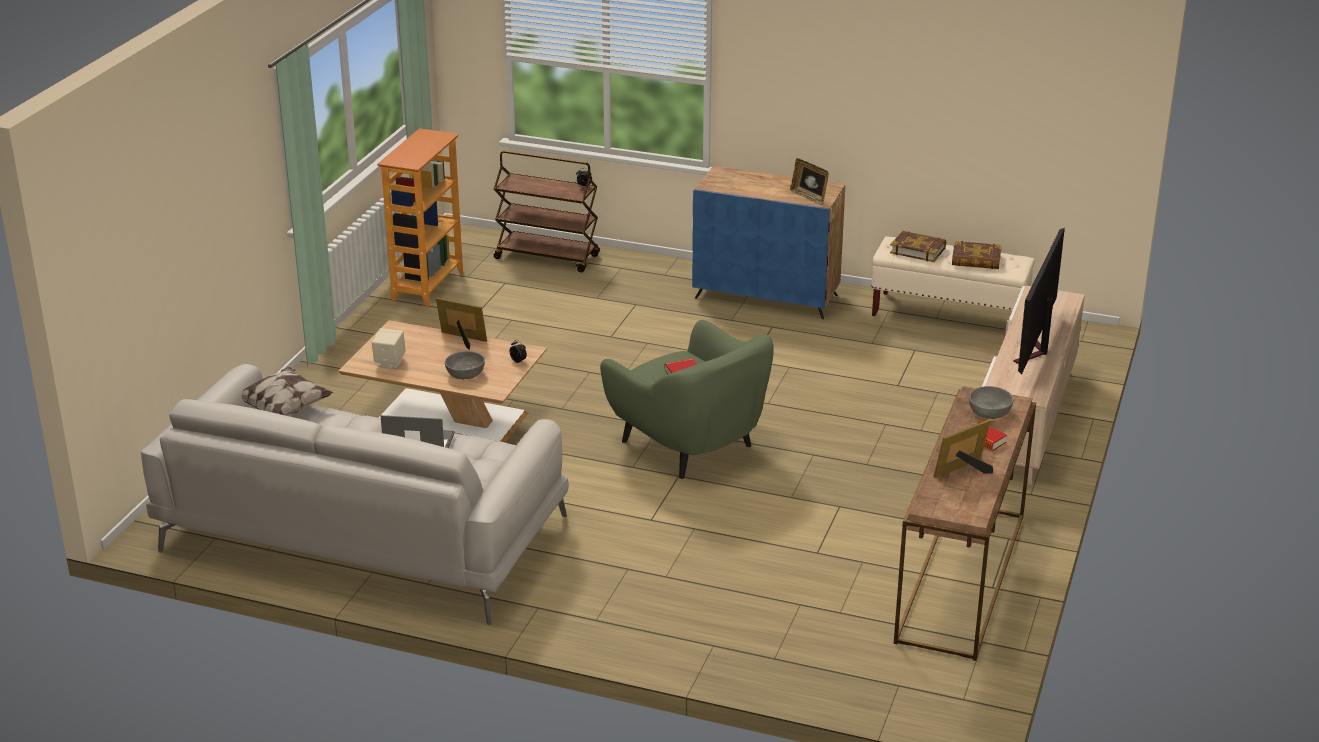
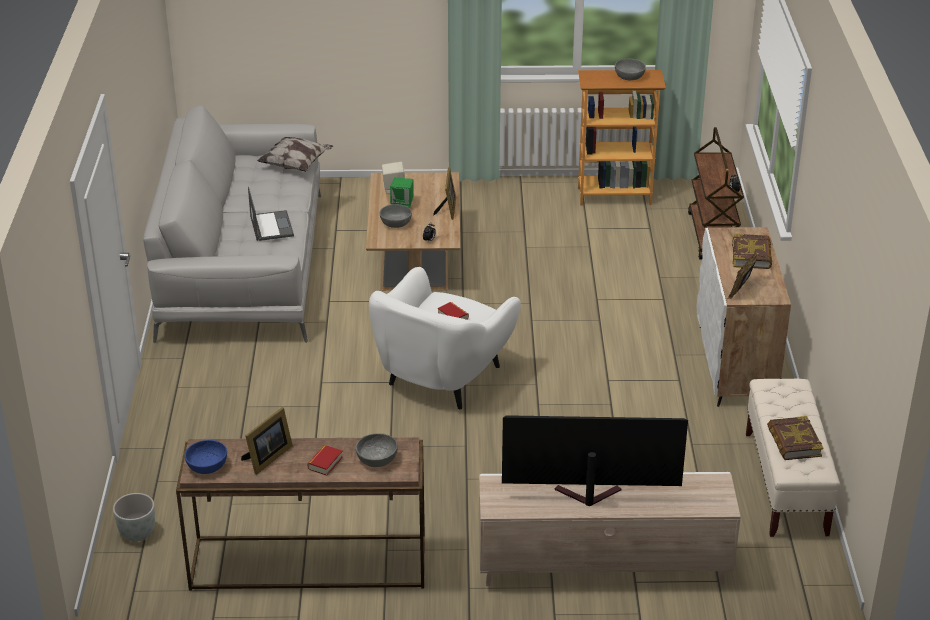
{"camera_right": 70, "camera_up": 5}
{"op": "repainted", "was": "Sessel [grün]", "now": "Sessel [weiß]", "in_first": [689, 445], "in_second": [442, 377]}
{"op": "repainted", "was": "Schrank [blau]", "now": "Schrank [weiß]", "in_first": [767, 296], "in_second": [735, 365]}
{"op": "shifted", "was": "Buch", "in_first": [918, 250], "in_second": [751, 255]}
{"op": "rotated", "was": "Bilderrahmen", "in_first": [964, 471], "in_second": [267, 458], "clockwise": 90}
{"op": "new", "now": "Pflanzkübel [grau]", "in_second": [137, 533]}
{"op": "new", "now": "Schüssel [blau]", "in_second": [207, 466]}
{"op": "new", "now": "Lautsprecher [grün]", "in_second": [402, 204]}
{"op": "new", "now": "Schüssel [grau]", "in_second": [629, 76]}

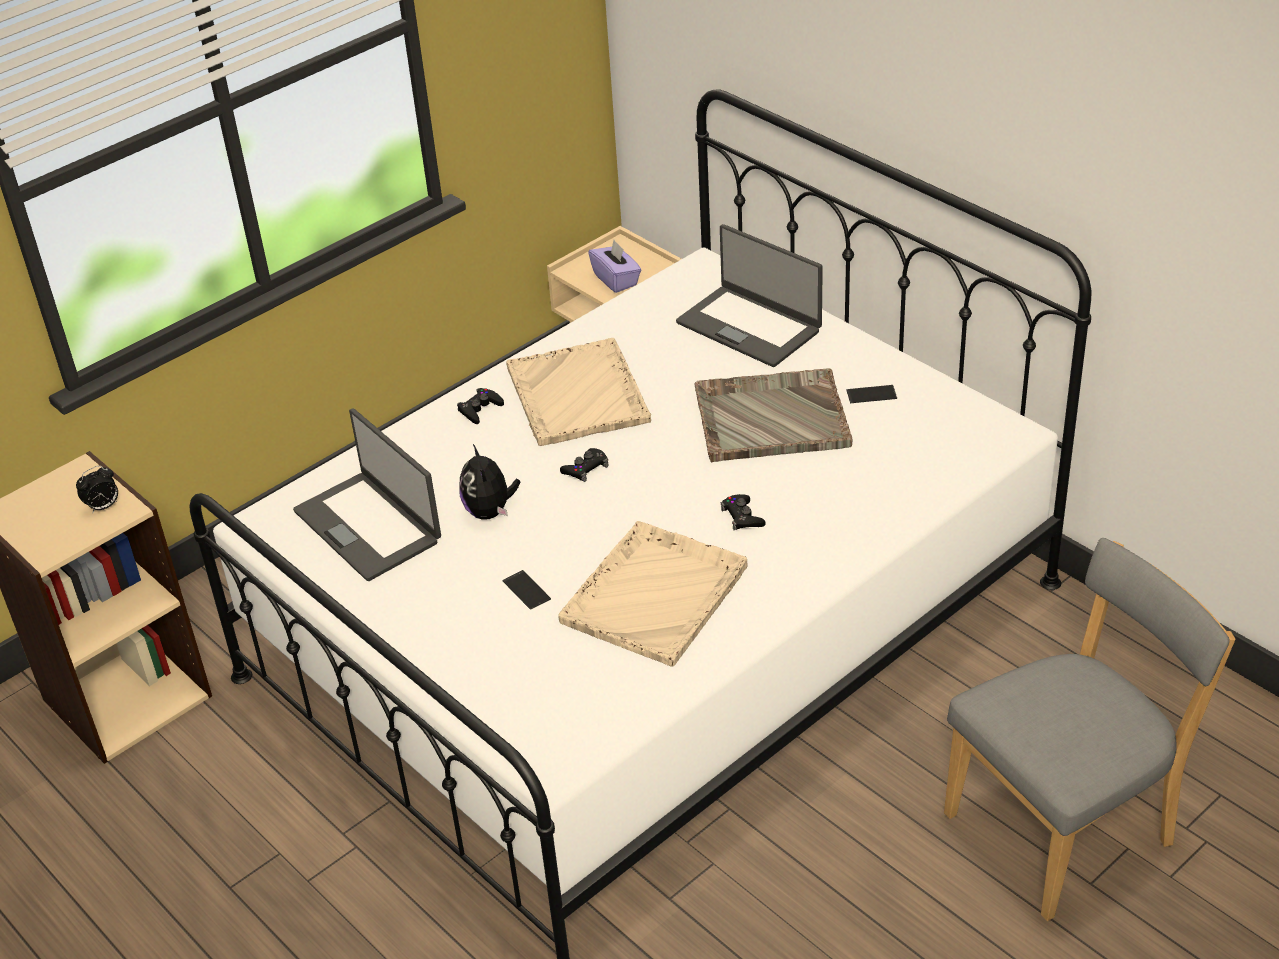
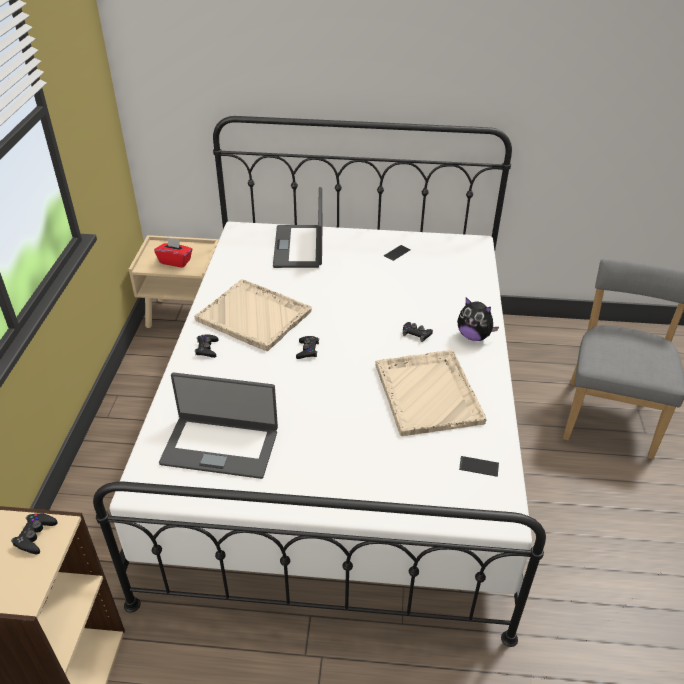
{"camera_right": -45, "camera_up": 0}
{"op": "swapped", "was": "Wecker", "now": "Gamepad [schwarz]", "in_first": [103, 507], "in_second": [35, 536]}
{"op": "shifted", "was": "Plüschtier", "in_first": [490, 511], "in_second": [474, 336]}
{"op": "shifted", "was": "Handy", "in_first": [526, 590], "in_second": [479, 466]}
{"op": "repainted", "was": "Taschentuchbox [lila]", "now": "Taschentuchbox [rot]", "in_first": [616, 280], "in_second": [175, 261]}
{"op": "rotated", "was": "Laptop", "in_first": [749, 326], "in_second": [300, 247], "clockwise": 90}
{"op": "gone", "was": "Tablett [grau]", "in_first": [770, 418]}

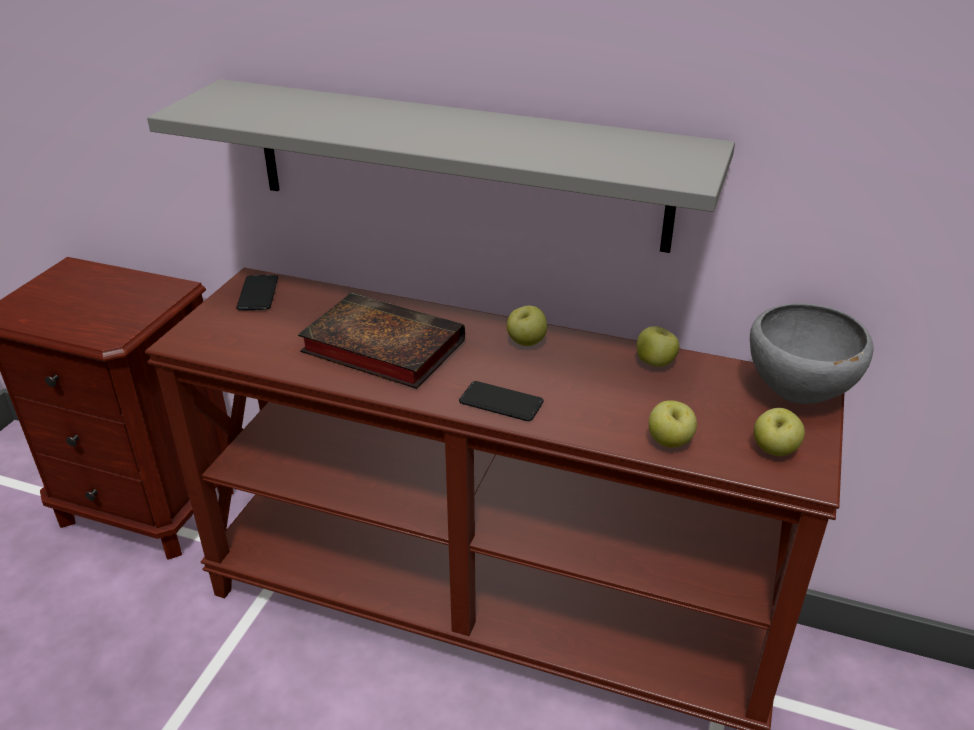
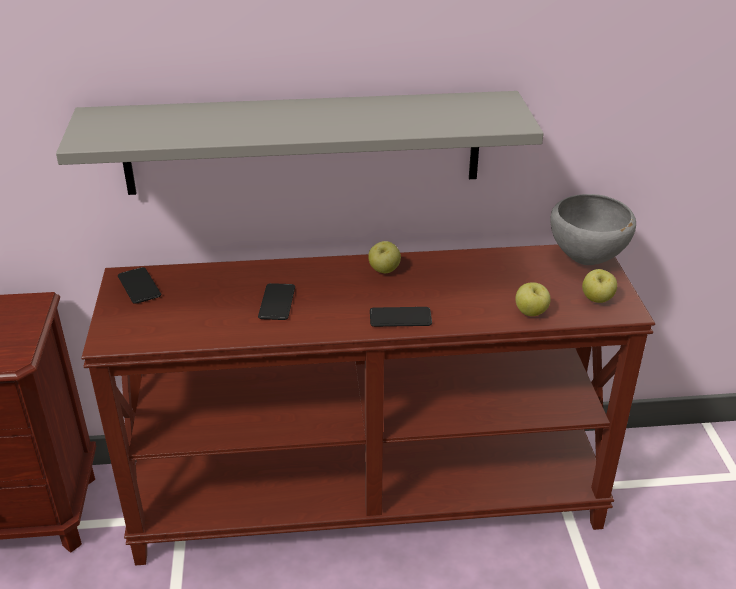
{"camera_right": -25, "camera_up": 0}
{"op": "swapped", "was": "Buch", "now": "Handy", "in_first": [379, 347], "in_second": [277, 302]}
{"op": "gone", "was": "Apfel", "in_first": [655, 363]}

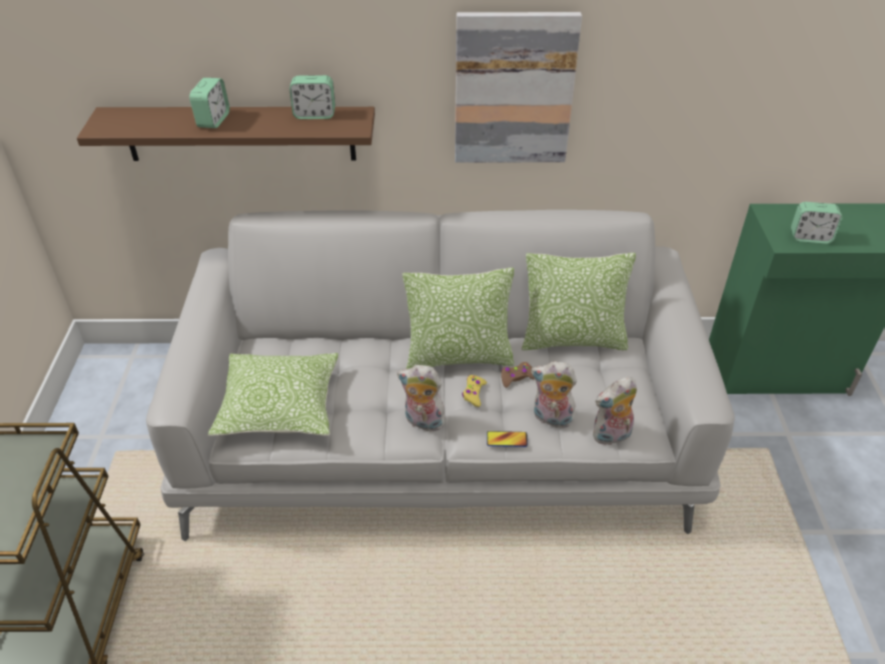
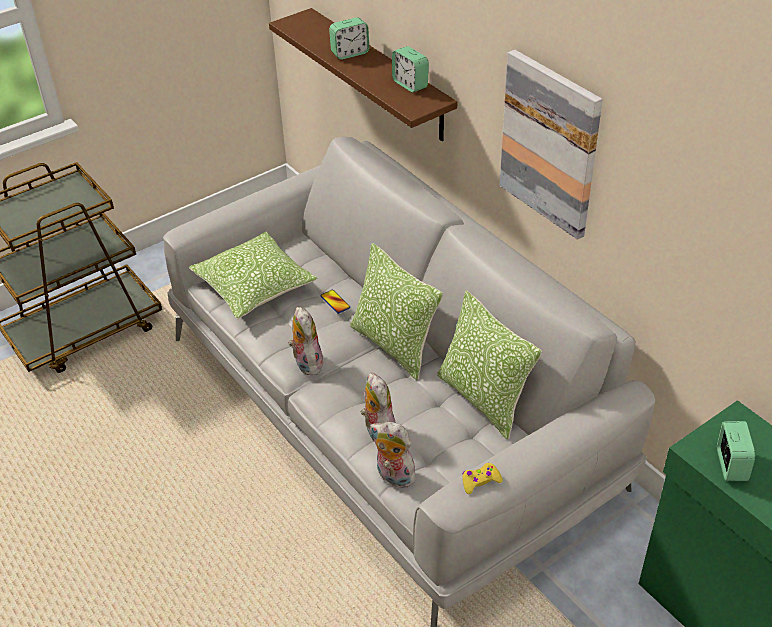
{"camera_right": 55, "camera_up": 0}
{"op": "shifted", "was": "Gamepad [gelb]", "in_first": [473, 393], "in_second": [480, 481]}
{"op": "shifted", "was": "Handy", "in_first": [506, 439], "in_second": [335, 302]}
{"op": "gone", "was": "Gamepad [braun]", "in_first": [516, 377]}
{"op": "rotated", "was": "Wecker", "in_first": [810, 237], "in_second": [730, 465], "clockwise": -150}

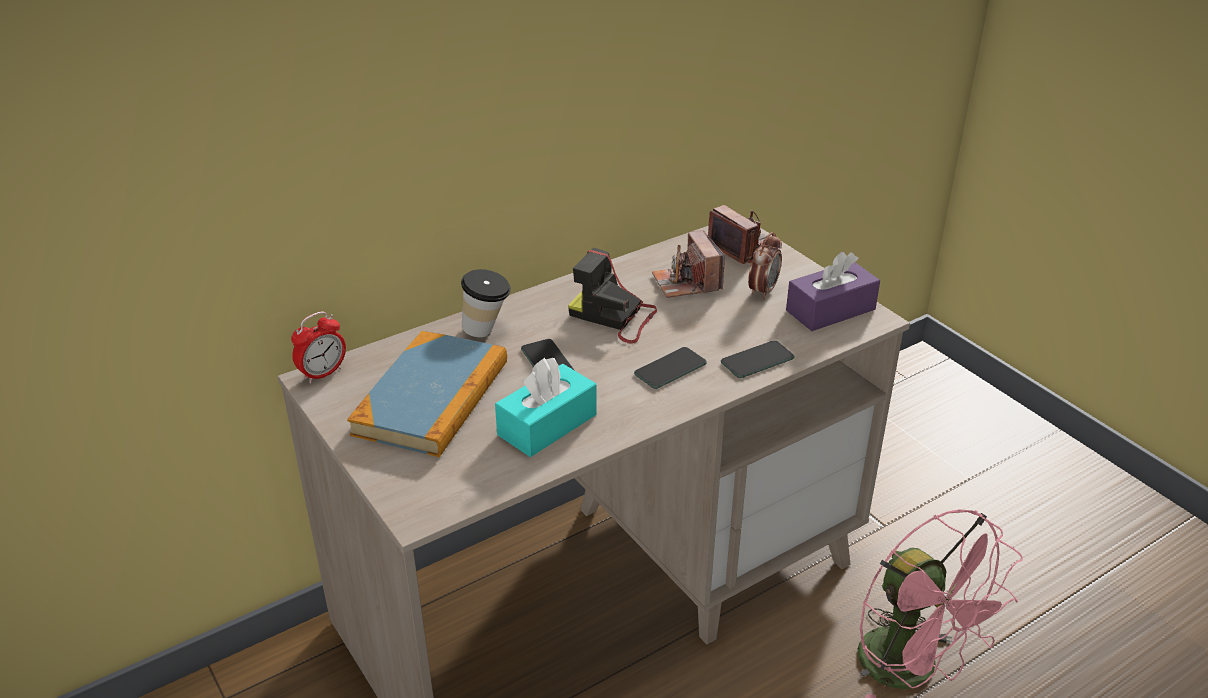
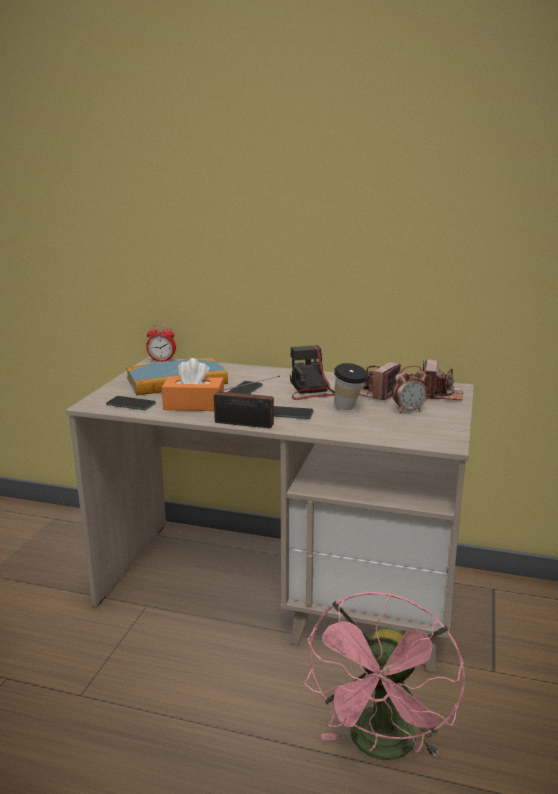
{"camera_right": 50, "camera_up": -15}
{"op": "shifted", "was": "Tasse", "in_first": [487, 331], "in_second": [349, 408]}
{"op": "repainted", "was": "Taschentuchbox [türkis]", "now": "Taschentuchbox [orange]", "in_first": [547, 425], "in_second": [194, 405]}
{"op": "shifted", "was": "Handy", "in_first": [757, 360], "in_second": [131, 404]}
{"op": "gone", "was": "Taschentuchbox [lila]", "in_first": [830, 310]}
{"op": "new", "now": "Radio", "in_second": [247, 424]}

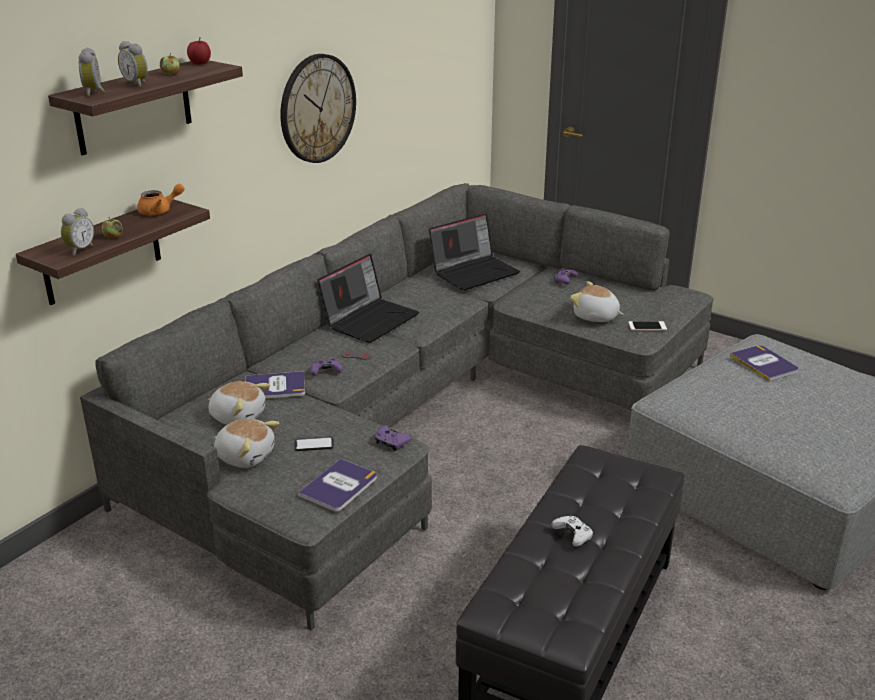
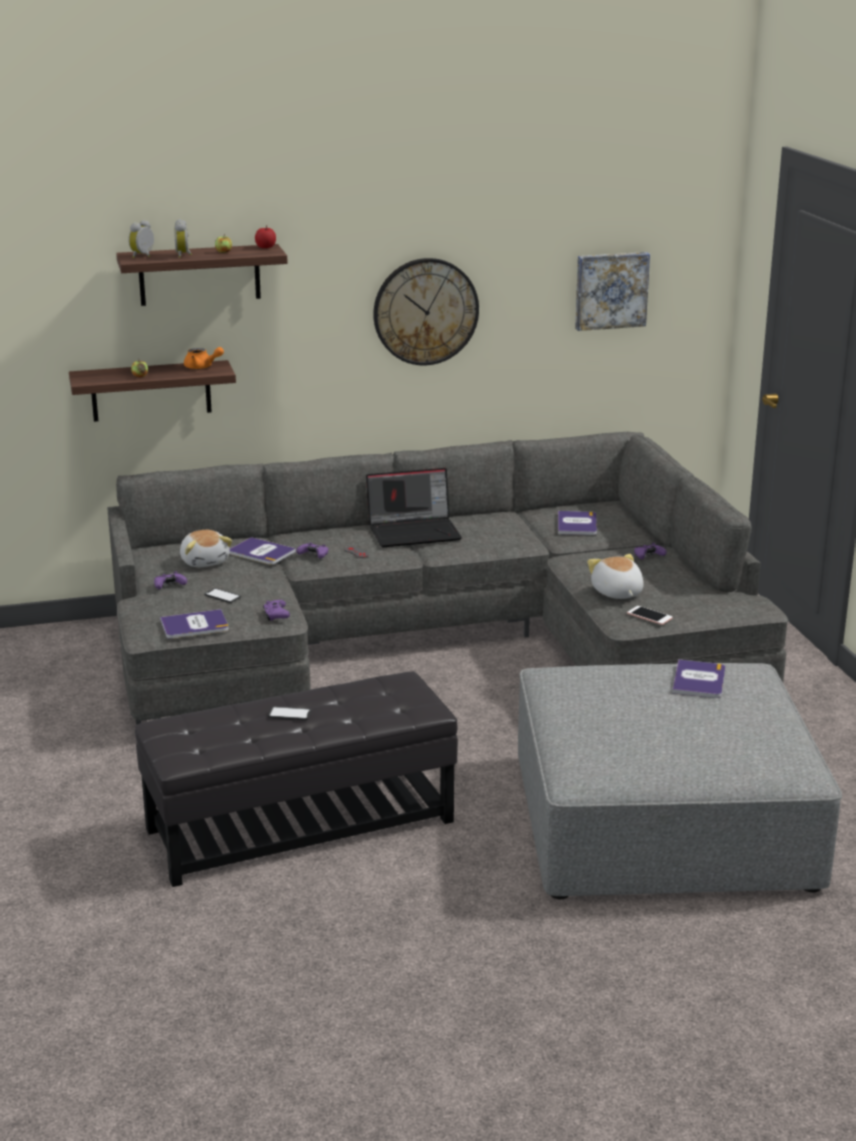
{"camera_right": 40, "camera_up": -5}
{"op": "gone", "was": "Wecker", "in_first": [79, 250]}
{"op": "swapped", "was": "Plüschtier", "now": "Gamepad [lila]", "in_first": [245, 455], "in_second": [169, 586]}
{"op": "swapped", "was": "Laptop", "now": "Buch", "in_first": [474, 272], "in_second": [577, 524]}
{"op": "swapped", "was": "Gamepad [weiß]", "now": "Handy", "in_first": [573, 535], "in_second": [289, 714]}
{"op": "new", "now": "Bild", "in_second": [610, 290]}

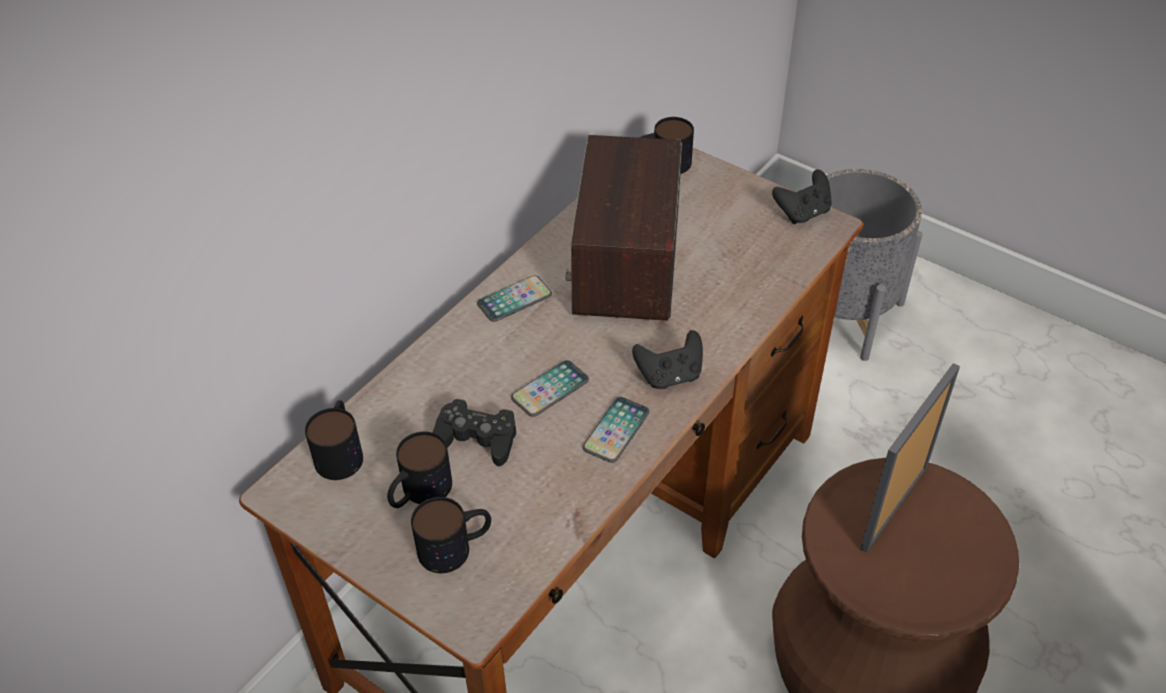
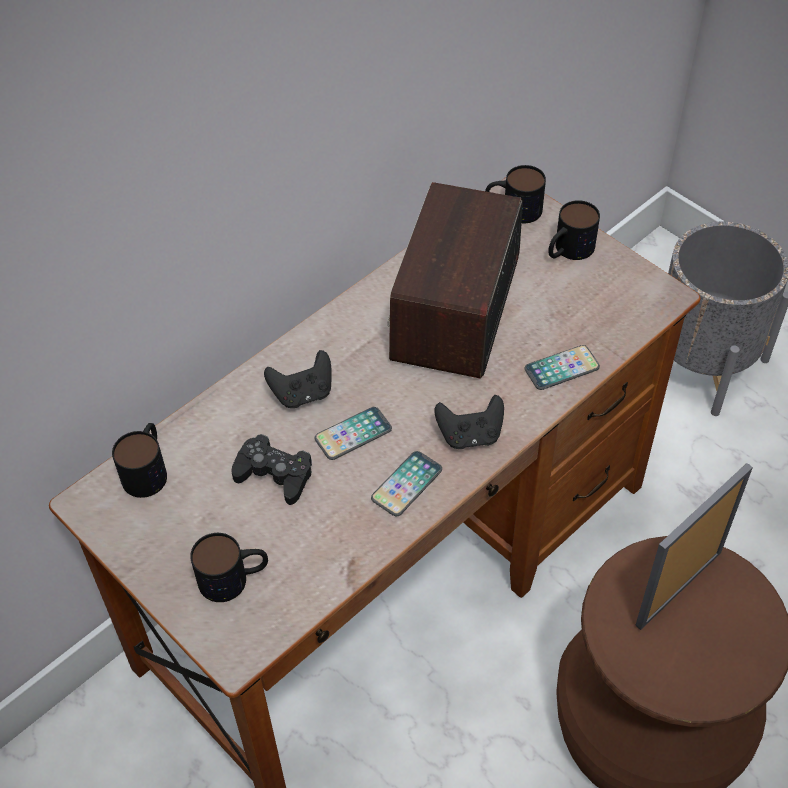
{"camera_right": 10, "camera_up": 5}
{"op": "shifted", "was": "Henkelbecher", "in_first": [418, 493], "in_second": [568, 251]}
{"op": "shifted", "was": "Handy", "in_first": [514, 300], "in_second": [561, 368]}
{"op": "shifted", "was": "Gamepad [schwarz]", "in_first": [802, 213], "in_second": [303, 394]}

